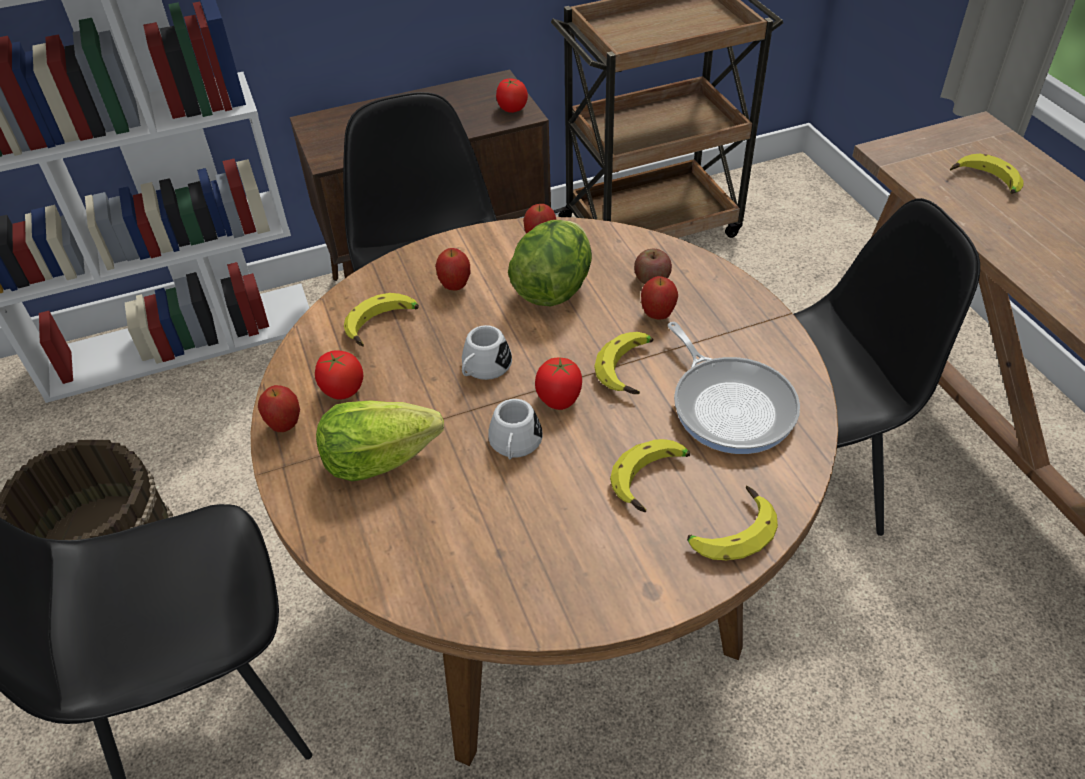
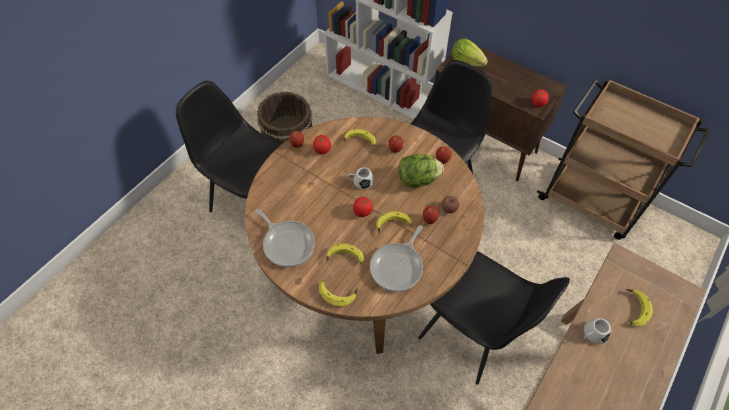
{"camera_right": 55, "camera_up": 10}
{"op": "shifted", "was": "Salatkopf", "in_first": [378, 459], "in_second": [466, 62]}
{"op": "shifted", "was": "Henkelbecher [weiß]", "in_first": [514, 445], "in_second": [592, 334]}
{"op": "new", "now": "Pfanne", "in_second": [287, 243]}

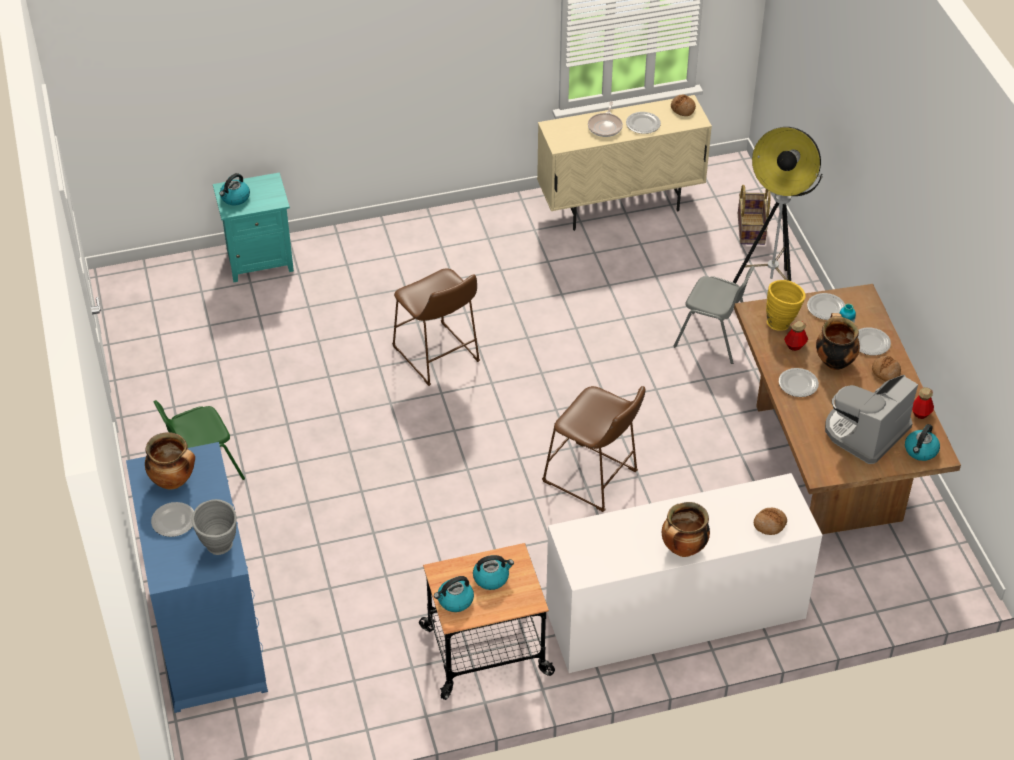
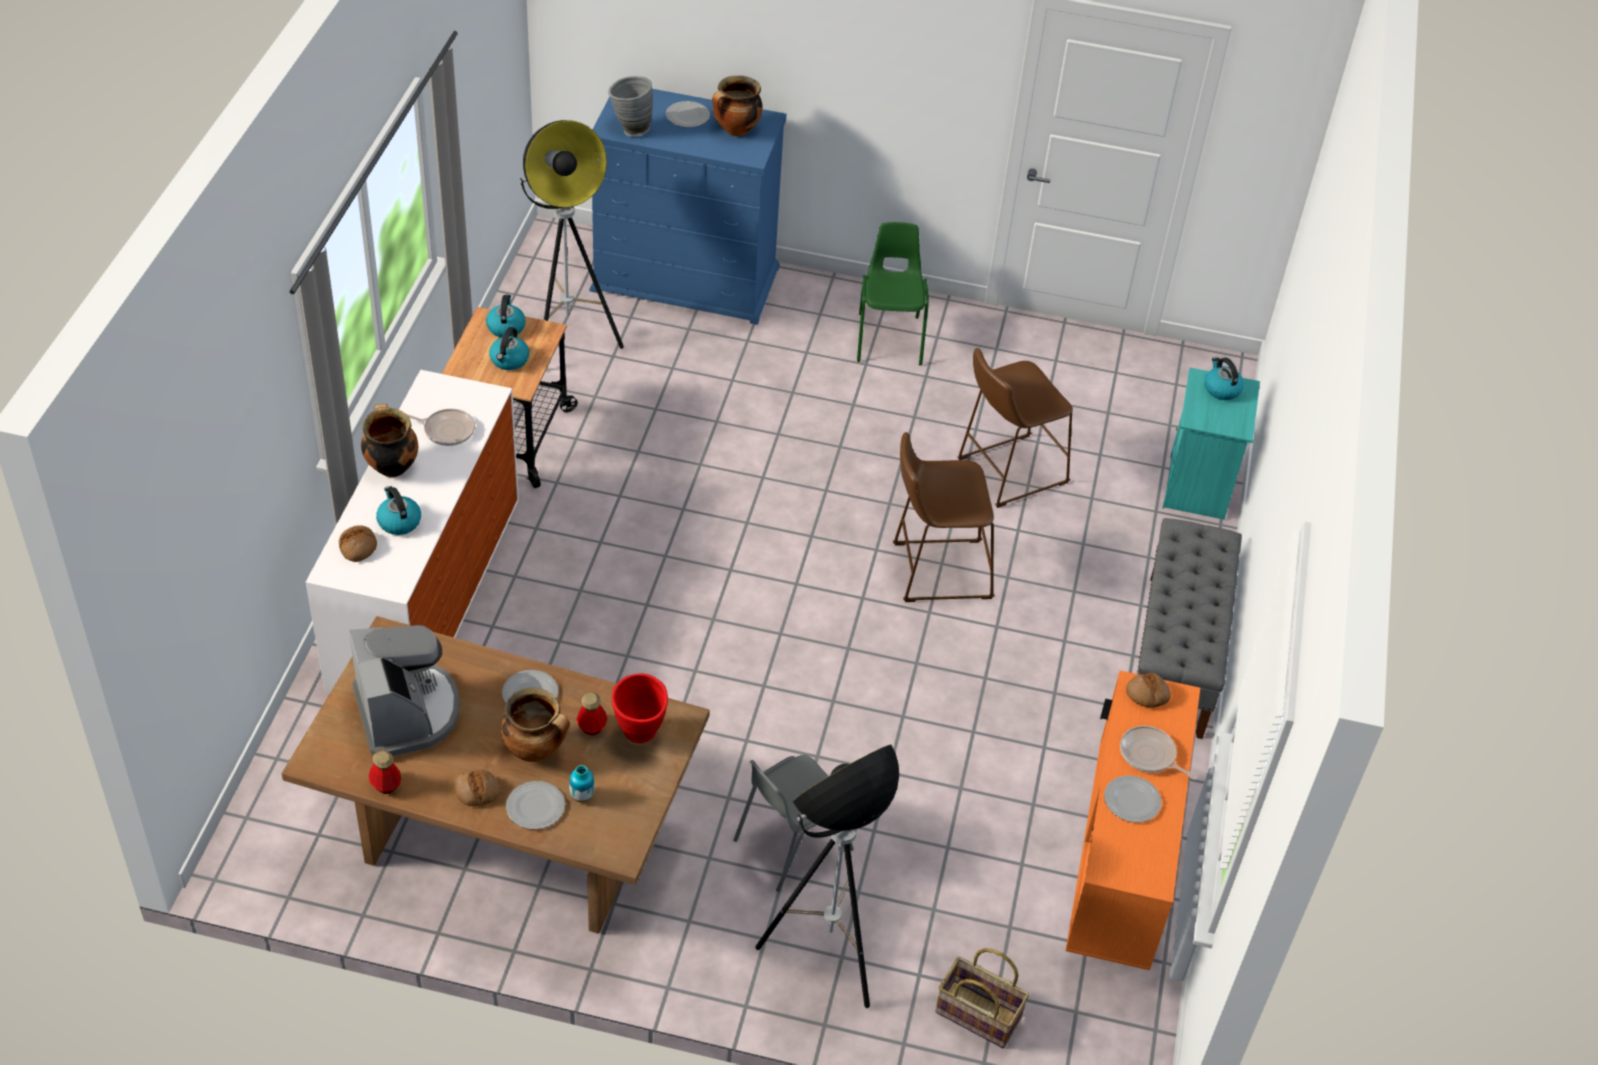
{"camera_right": 115, "camera_up": 0}
{"op": "repainted", "was": "Schrank [beige]", "now": "Schrank [orange]", "in_first": [620, 206], "in_second": [1115, 882]}
{"op": "shifted", "was": "Hocker [braun]", "in_first": [594, 479], "in_second": [1006, 472]}
{"op": "shifted", "was": "Brot", "in_first": [683, 108], "in_second": [1147, 695]}
{"op": "repainted", "was": "Vase [gelb]", "now": "Vase [rot]", "in_first": [782, 322], "in_second": [640, 737]}
{"op": "gone", "was": "Teller", "in_first": [826, 308]}
{"op": "shifted", "was": "Wasserkessel", "in_first": [920, 451], "in_second": [399, 521]}
{"op": "new", "now": "Pfanne", "in_second": [446, 430]}
{"op": "new", "now": "Stehlampe", "in_second": [568, 339]}
{"op": "new", "now": "Bank [grau]", "in_second": [1175, 656]}

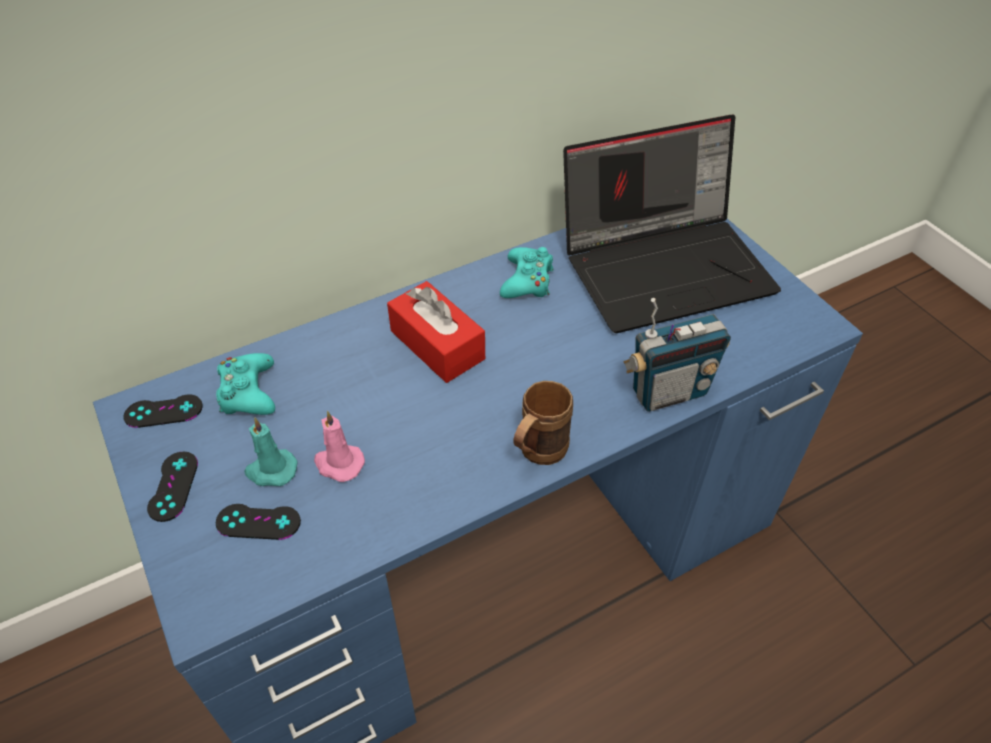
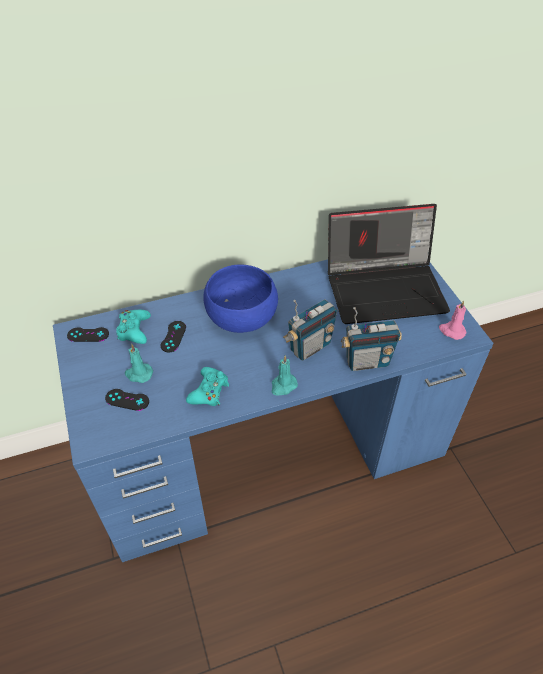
{"camera_right": 10, "camera_up": 0}
{"op": "shifted", "was": "Gamepad [schwarz]", "in_first": [173, 486], "in_second": [173, 336]}
{"op": "shifted", "was": "Kerze [rosa]", "in_first": [338, 463], "in_second": [451, 331]}
{"op": "swapped", "was": "Taschentuchbox [rot]", "now": "Schüssel [blau]", "in_first": [437, 345], "in_second": [242, 317]}
{"op": "shifted", "was": "Gamepad [türkis]", "in_first": [527, 281], "in_second": [209, 391]}
{"op": "swapped", "was": "Henkelbecher [braun]", "now": "Kerze [türkis]", "in_first": [536, 454], "in_second": [283, 386]}
{"op": "new", "now": "Radio", "in_second": [309, 347]}

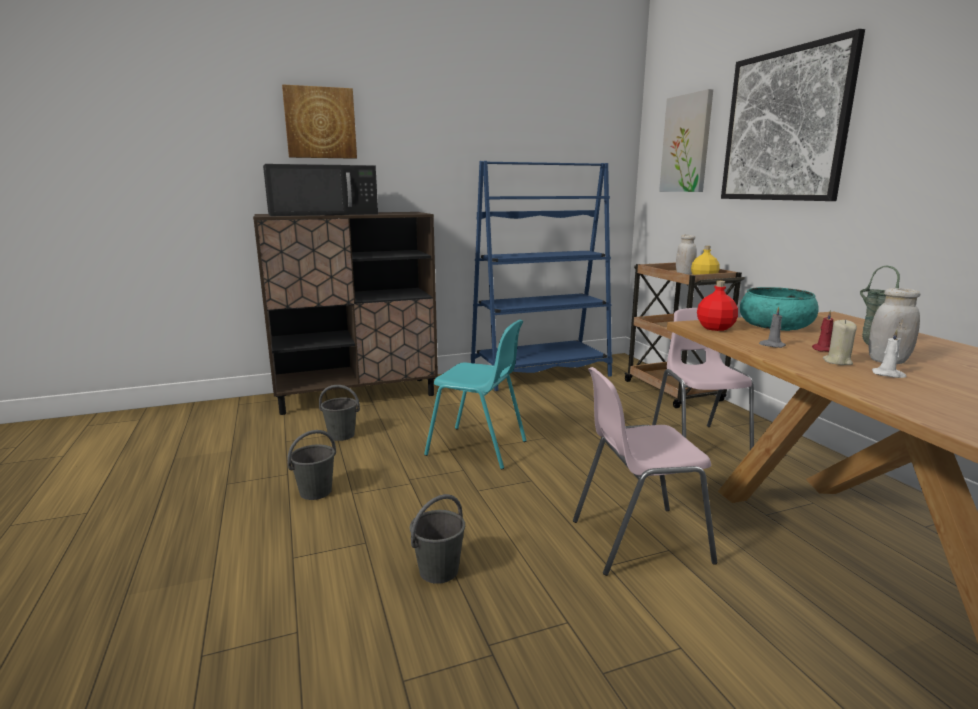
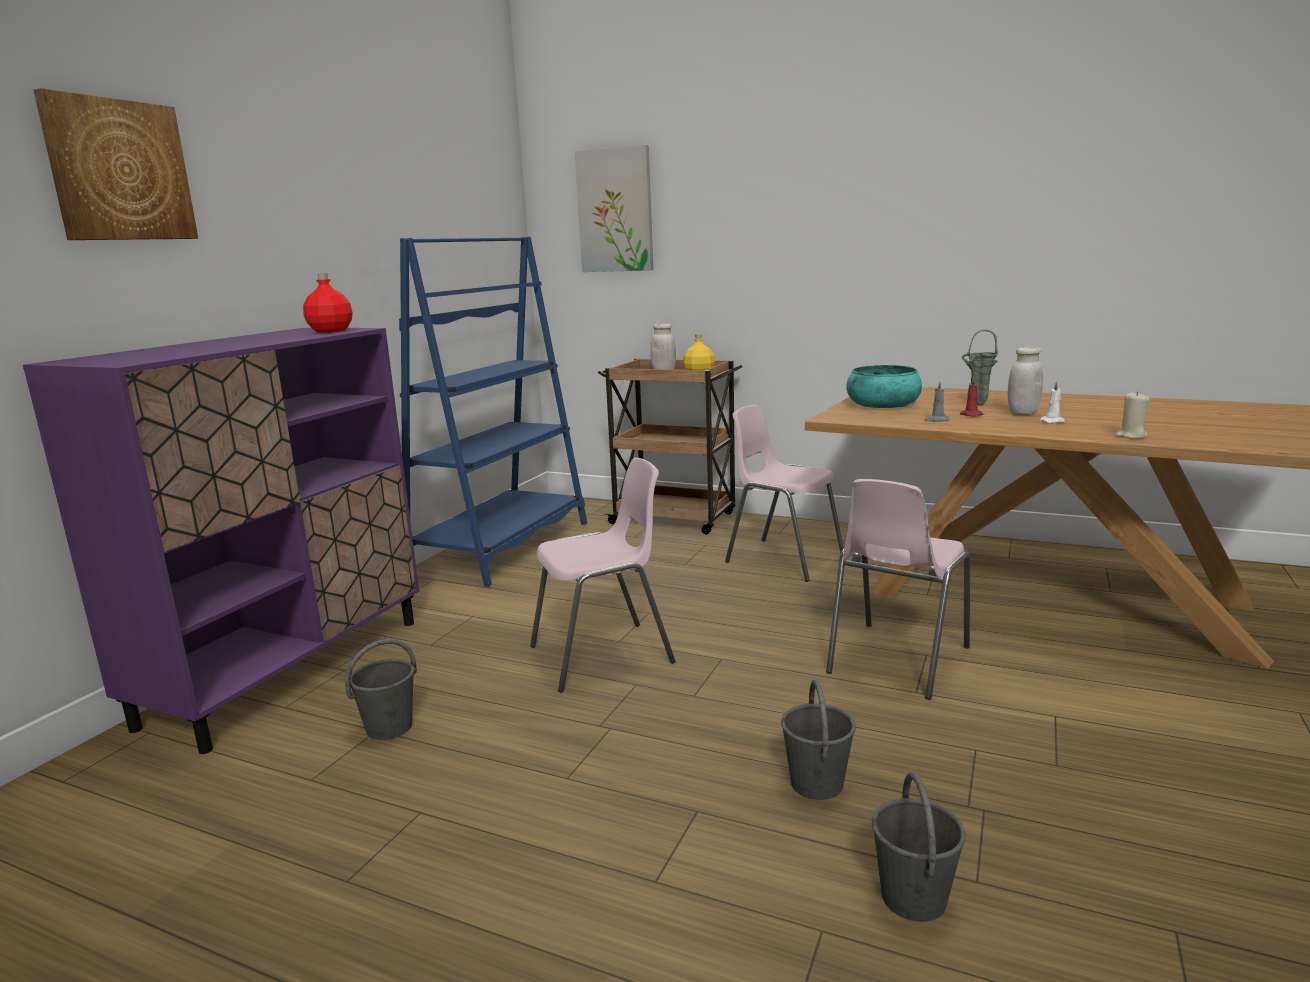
{"camera_right": -45, "camera_up": 0}
{"op": "repainted", "was": "Schrank [braun]", "now": "Schrank [lila]", "in_first": [357, 395], "in_second": [289, 670]}
{"op": "gone", "was": "Mikrowelle [schwarz]", "in_first": [324, 214]}
{"op": "shifted", "was": "Eimer [grau]", "in_first": [315, 492], "in_second": [914, 899]}
{"op": "repainted", "was": "Stuhl [türkis]", "now": "Stuhl [rosa]", "in_first": [478, 448], "in_second": [603, 655]}
{"op": "shifted", "was": "Flasche [rot]", "in_first": [715, 328], "in_second": [331, 331]}
{"op": "gone", "was": "Bild", "in_first": [785, 126]}
{"op": "shifted", "was": "Kerze [beige]", "in_first": [837, 362], "in_second": [1131, 436]}

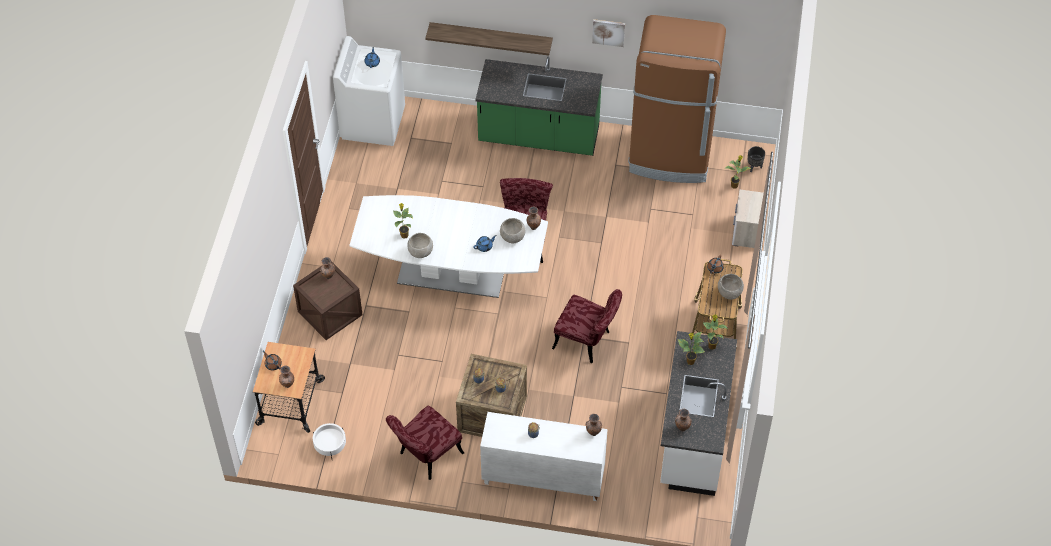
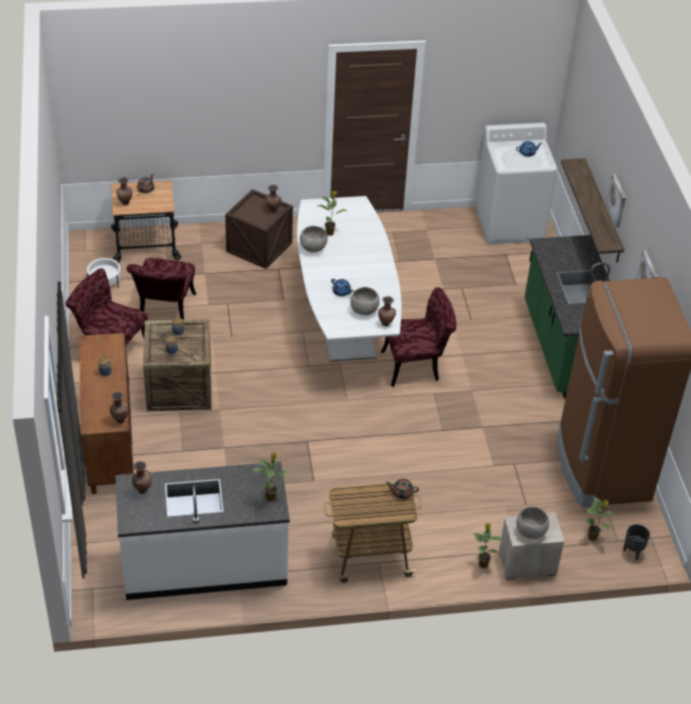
{"camera_right": 70, "camera_up": -10}
{"op": "repainted", "was": "Schrank [weiß]", "now": "Schrank [braun]", "in_first": [542, 478], "in_second": [109, 443]}
{"op": "shifted", "was": "Stuhl [rot]", "in_first": [587, 342], "in_second": [165, 311]}
{"op": "shifted", "was": "Topfpflanze", "in_first": [690, 361], "in_second": [483, 563]}
{"op": "shifted", "was": "Schüssel [grau]", "in_first": [729, 293], "in_second": [530, 531]}
{"op": "new", "now": "Bild", "in_second": [617, 200]}

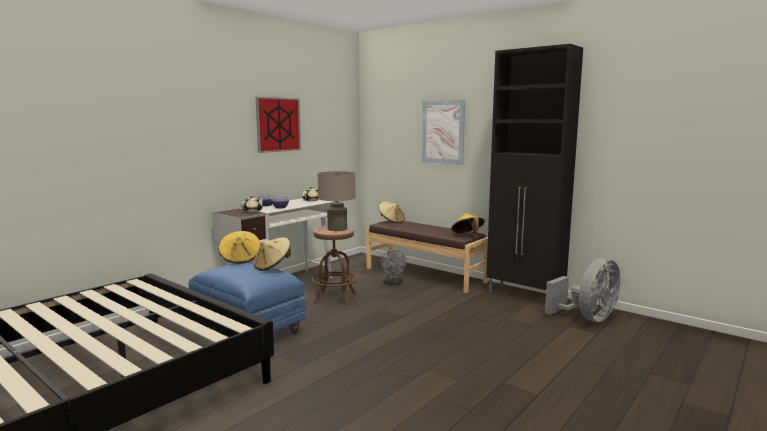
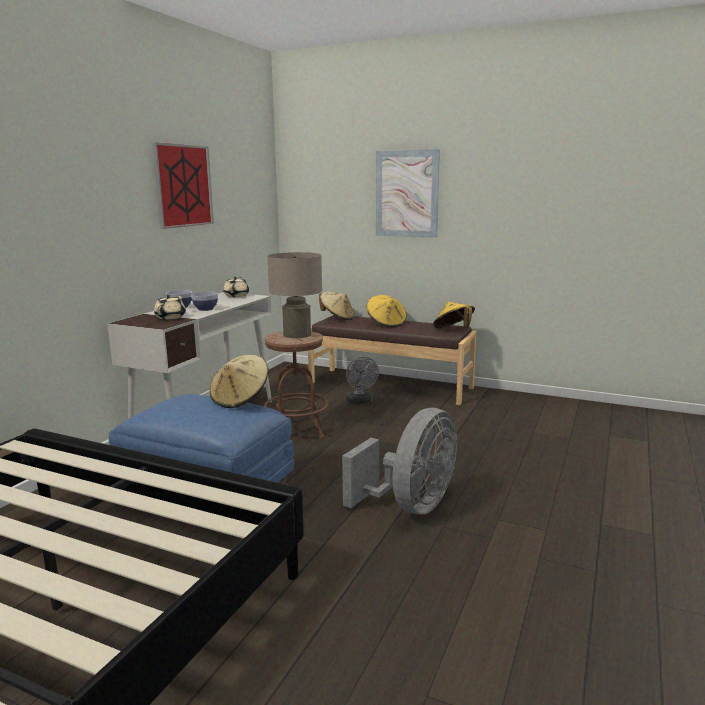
{"camera_right": -15, "camera_up": 5}
{"op": "shifted", "was": "Hut [gelb]", "in_first": [240, 259], "in_second": [386, 323]}
{"op": "gone", "was": "Schrank [schwarz]", "in_first": [525, 296]}
{"op": "shifted", "was": "Ventilator [grau]", "in_first": [588, 318], "in_second": [411, 505]}

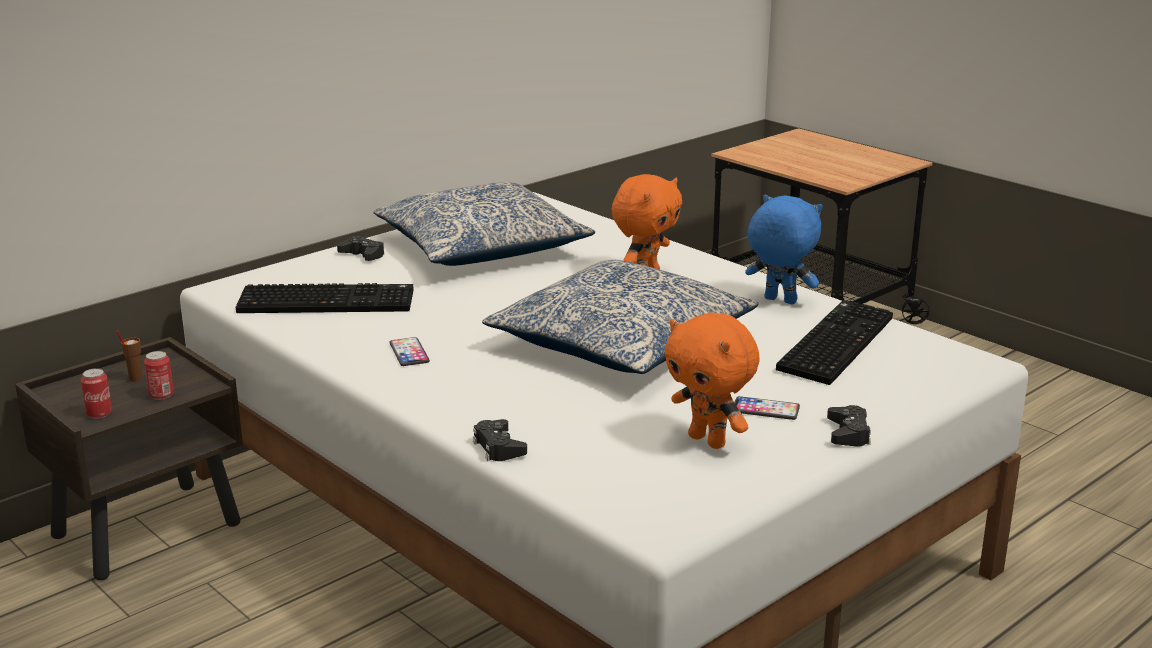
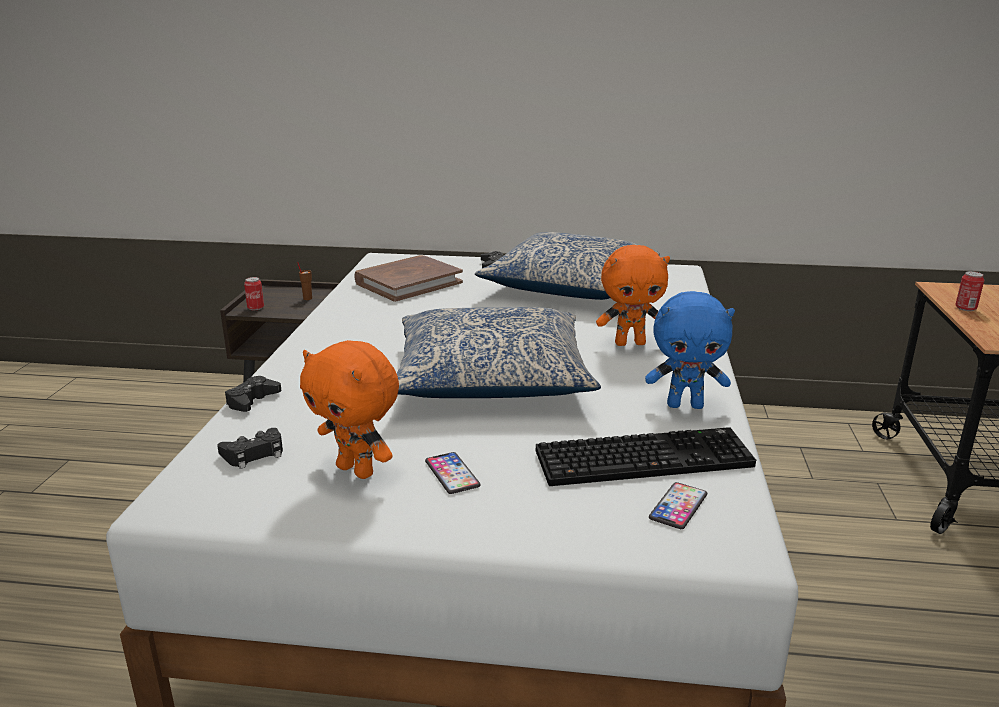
{"camera_right": 50, "camera_up": 0}
{"op": "shifted", "was": "Dose", "in_first": [161, 395], "in_second": [965, 308]}
{"op": "swapped", "was": "Tastatur", "now": "Buch [braun]", "in_first": [328, 301], "in_second": [408, 283]}
{"op": "shifted", "was": "Handy", "in_first": [409, 353], "in_second": [678, 507]}
{"op": "rotated", "was": "Plüschtier [orange]", "in_first": [709, 441], "in_second": [357, 470], "clockwise": -60}
{"op": "rotated", "was": "Plüschtier [blau]", "in_first": [779, 301], "in_second": [685, 405], "clockwise": 105}
{"op": "shifted", "was": "Gamepad [schwarz]", "in_first": [848, 433], "in_second": [254, 454]}

